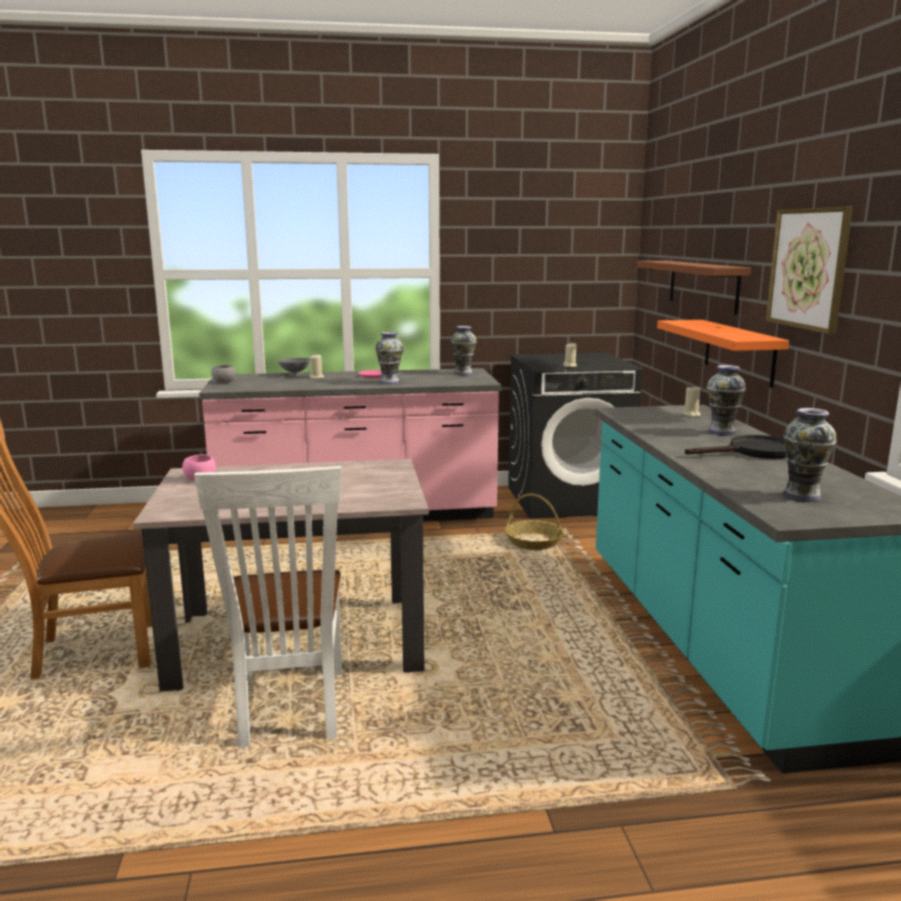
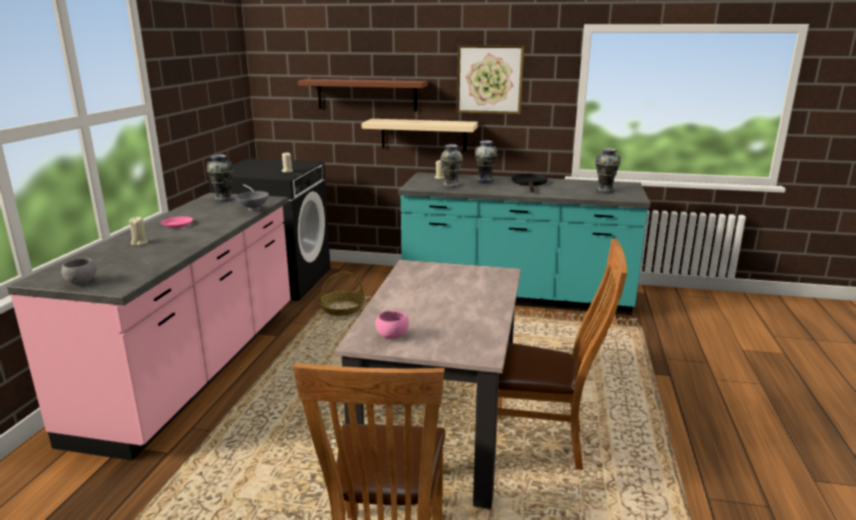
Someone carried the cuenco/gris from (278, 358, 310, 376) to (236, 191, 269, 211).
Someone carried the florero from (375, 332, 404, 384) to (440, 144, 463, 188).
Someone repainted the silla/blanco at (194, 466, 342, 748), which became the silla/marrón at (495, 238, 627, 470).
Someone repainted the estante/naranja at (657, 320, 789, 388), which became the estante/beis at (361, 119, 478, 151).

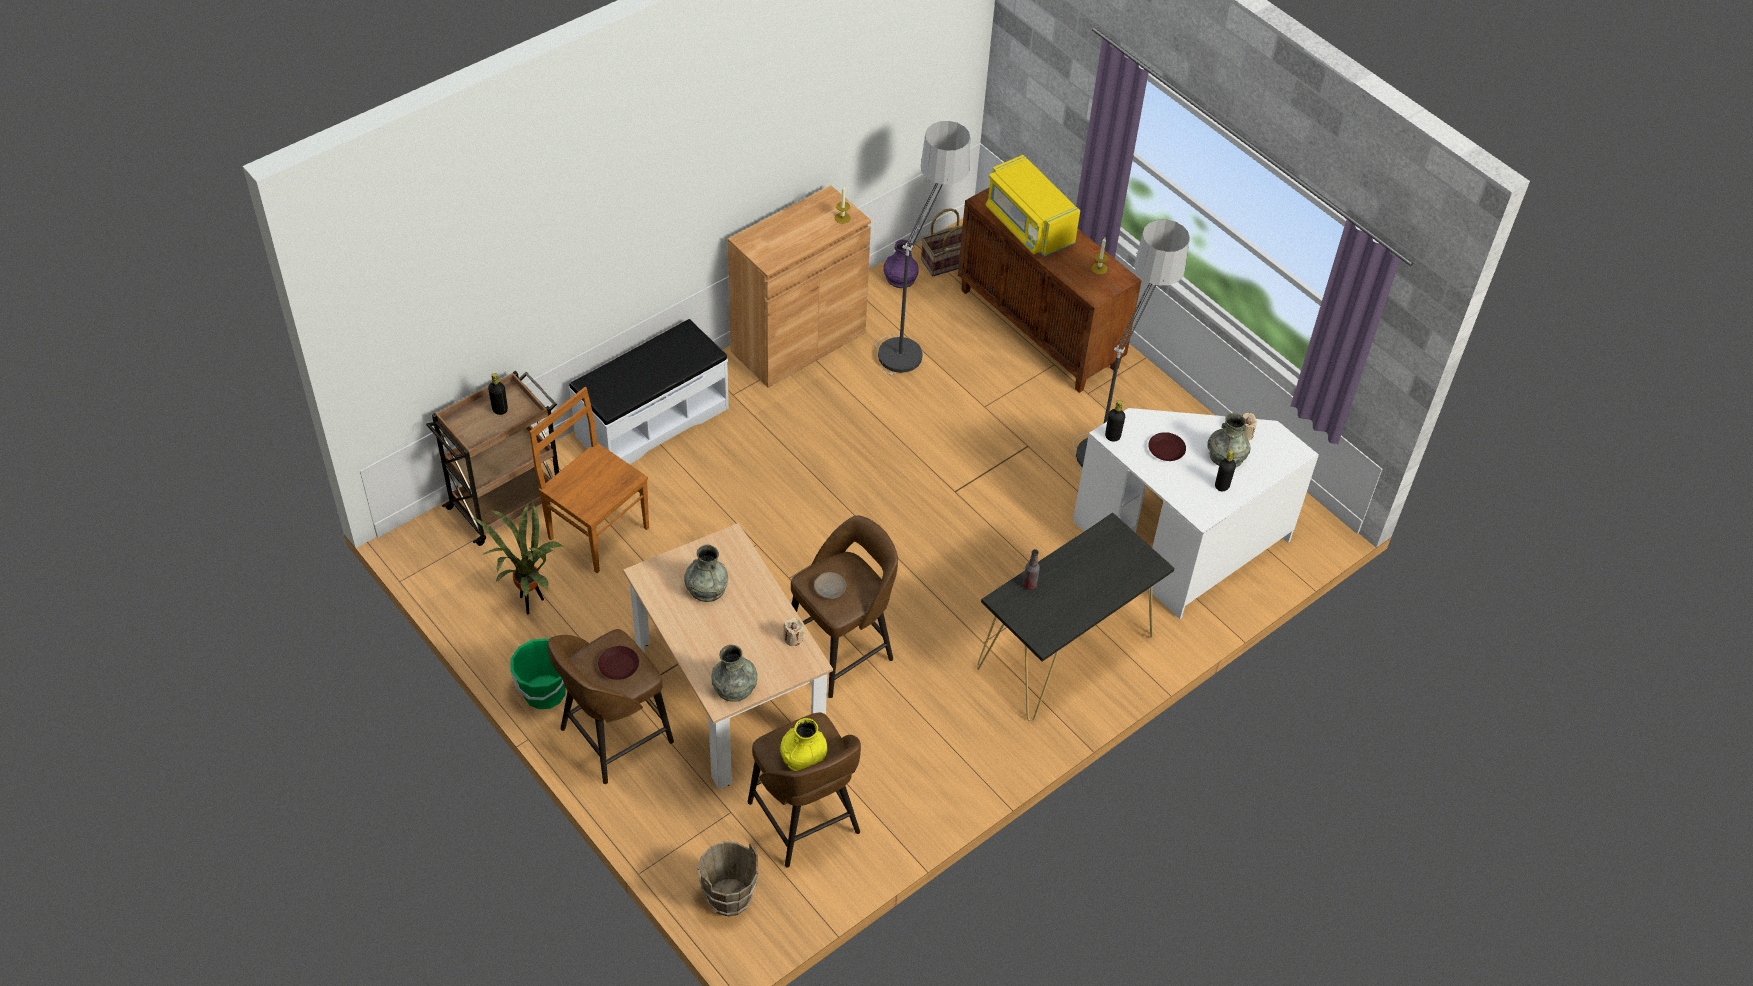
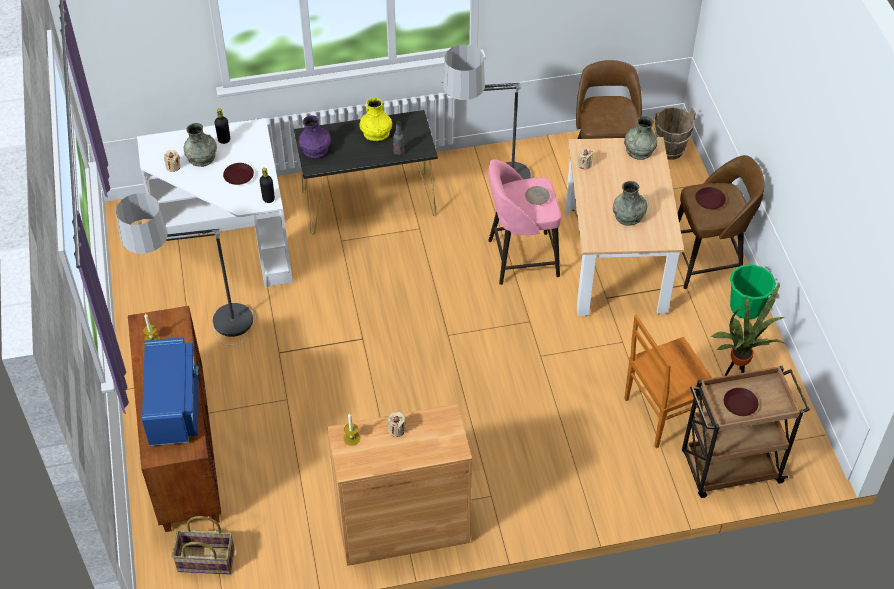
Someone took away the banco/blanco at (569, 319, 729, 464).
Someone put down the vela/beis at (388, 412, 406, 437).
Someone carried the florero/amarillo from (780, 718, 828, 771) to (359, 98, 392, 141).
Someone carried the lámpara de pie from (876, 121, 970, 376) to (442, 45, 532, 179).
Someone carried the florero/morado from (883, 239, 918, 288) to (299, 115, 331, 159).
Someone swapped the botella/negro at (488, 373, 508, 415) for the plato/marrón at (724, 388, 758, 416).
Someone repainted the taburete/marrón at (791, 515, 898, 698), which became the taburete/rosa at (488, 159, 561, 285).
Someone repainted the microondas/amarillo at (986, 155, 1080, 257), which became the microondas/azul at (142, 337, 199, 446).
Someone rotated the silla/marrón at (529, 387, 649, 573) by 90 degrees clockwise.

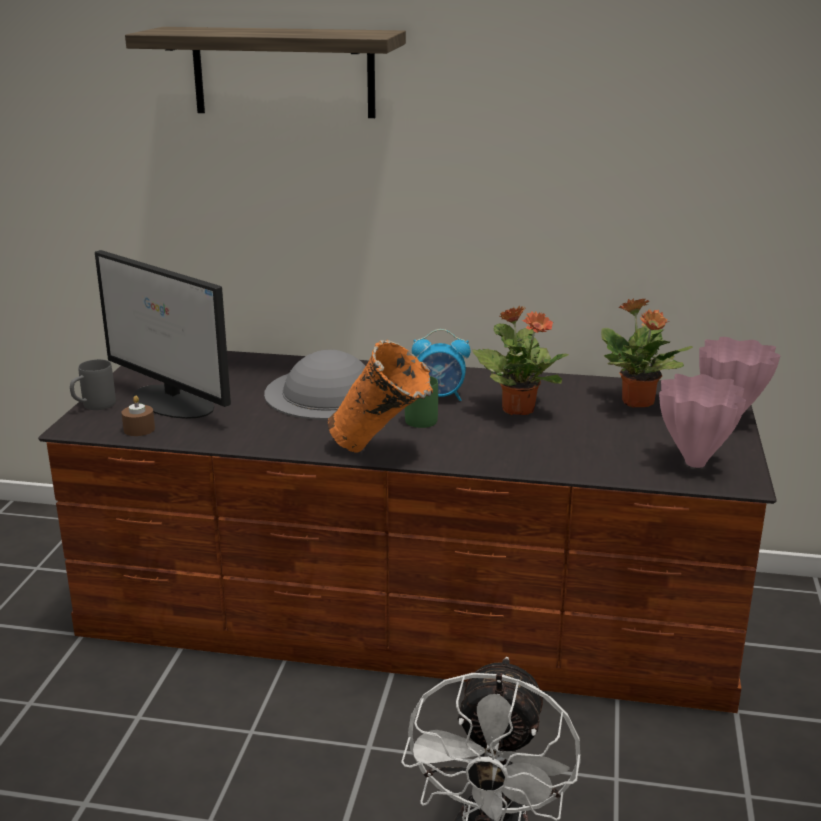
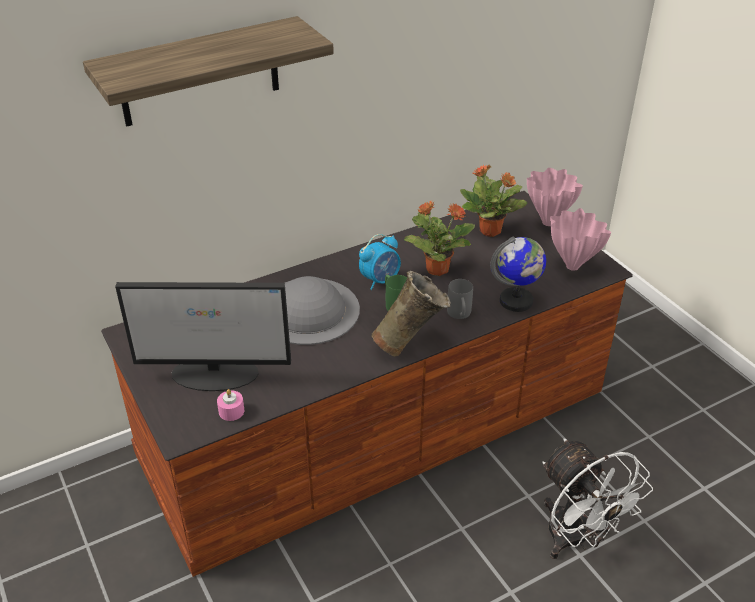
Someone put down the globo terráqueo at (490, 236, 546, 312).
Someone carried the taza grande/gris from (70, 359, 116, 410) to (447, 279, 473, 319).
Someone repainted the vela/marrón at (121, 396, 155, 436), which became the vela/rosa at (217, 389, 244, 421).
Someone repainted the florero/naranja at (328, 340, 433, 453), which became the florero/beis at (371, 271, 451, 357).

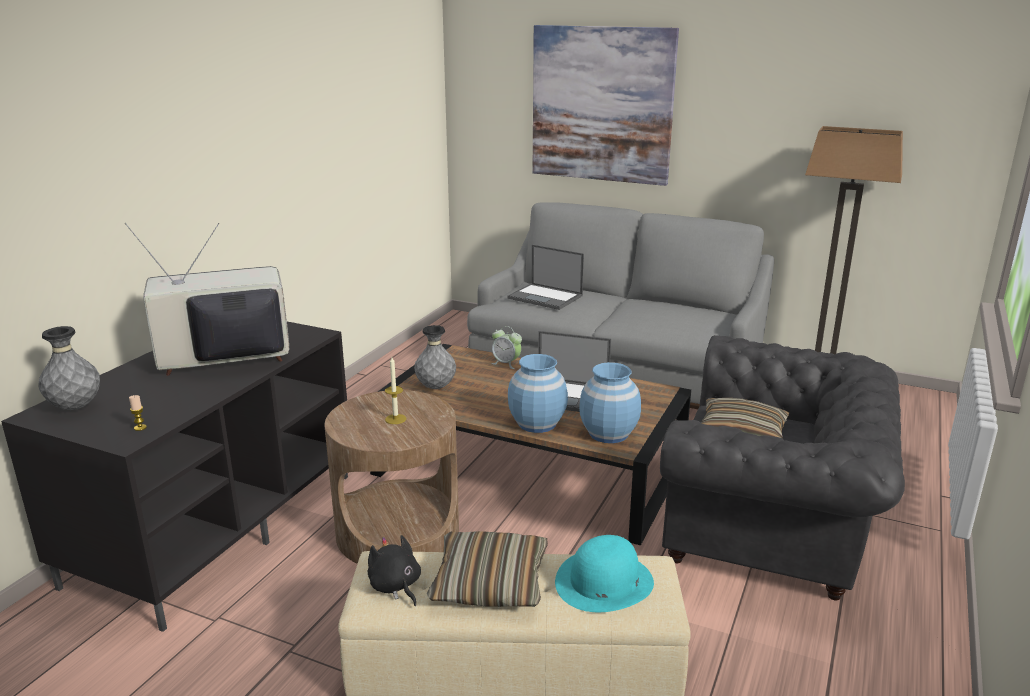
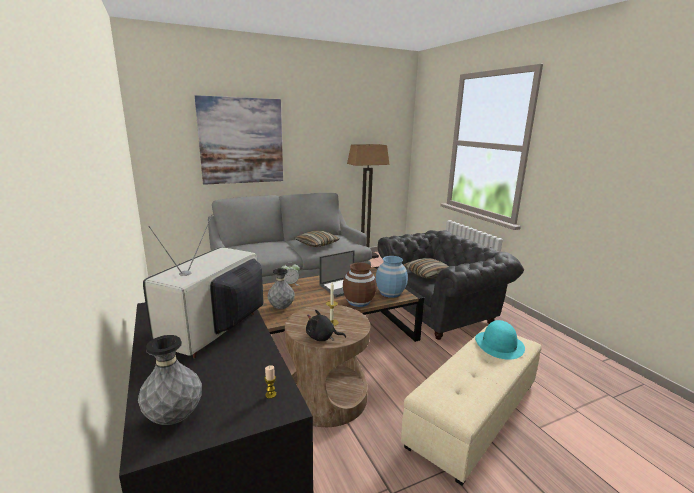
Someone took away the portátil at (508, 244, 584, 310).
Someone carried the peluche/negro from (368, 535, 421, 606) to (306, 310, 346, 341).
Someone carried the cojín from (427, 531, 548, 607) to (294, 231, 340, 247).
Someone repainted the florero/azul at (508, 354, 568, 433), which became the florero/marrón at (343, 263, 377, 307).

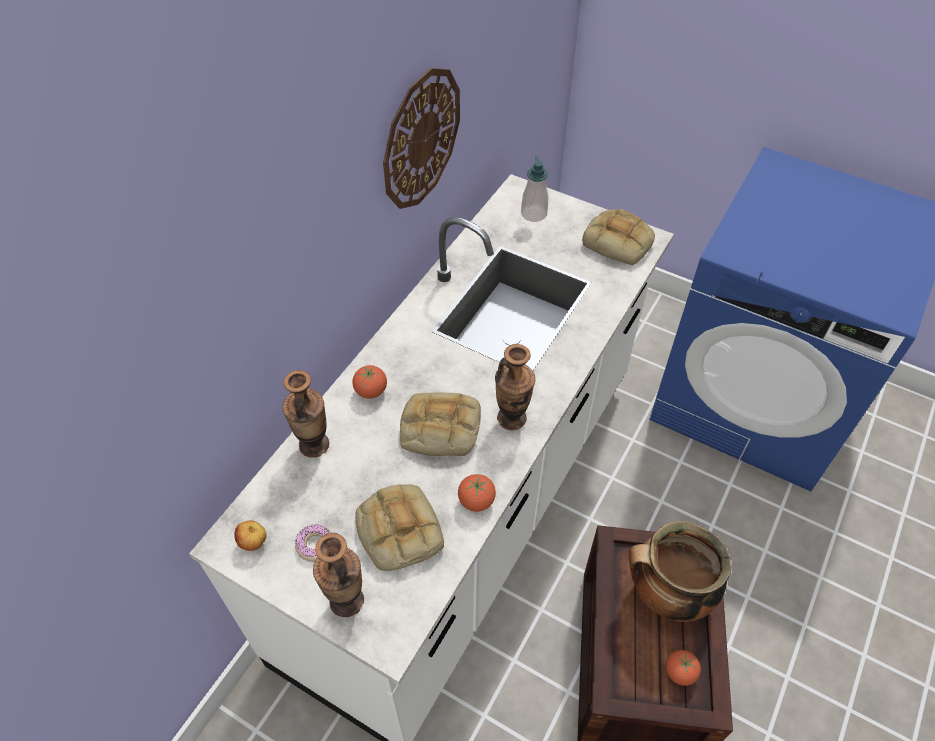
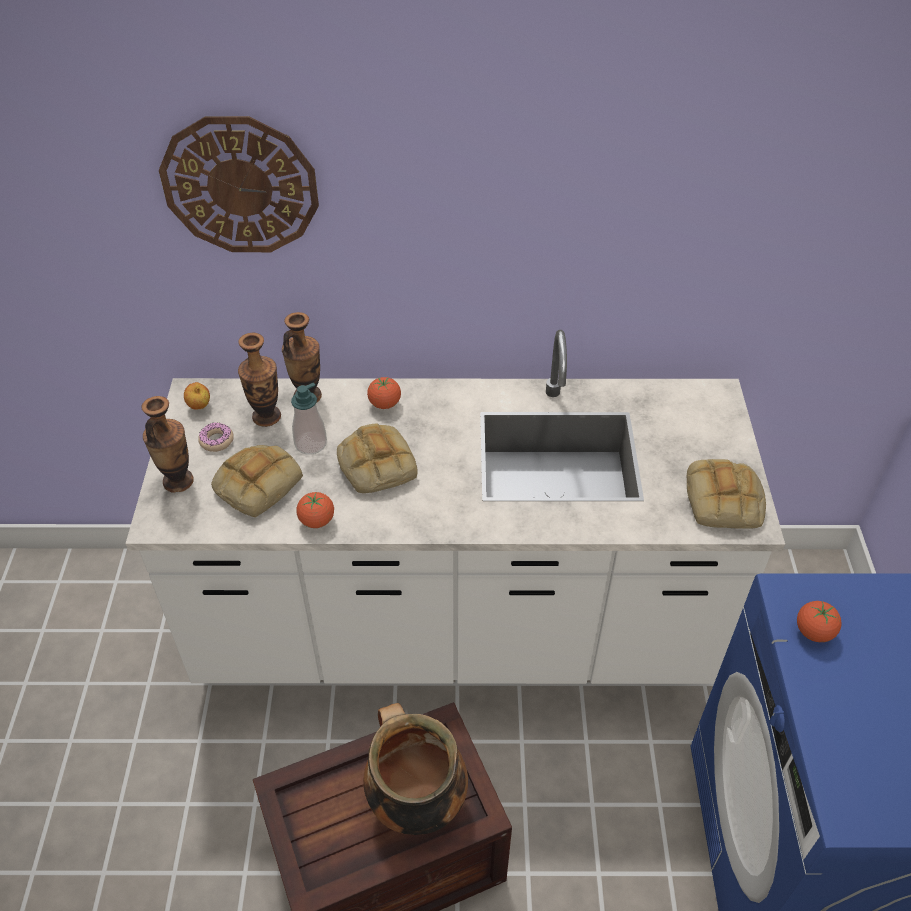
Someone carried the reloj de pared from (383, 68, 460, 209) to (159, 116, 319, 252).
Someone carried the florero from (495, 344, 535, 430) to (238, 333, 281, 427).
Someone carried the dispensador de jabón from (521, 156, 548, 222) to (291, 383, 327, 454).
Someone carried the tomate from (666, 650, 701, 686) to (797, 601, 842, 642).

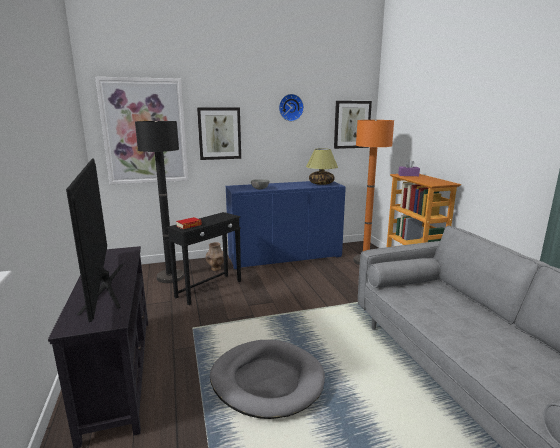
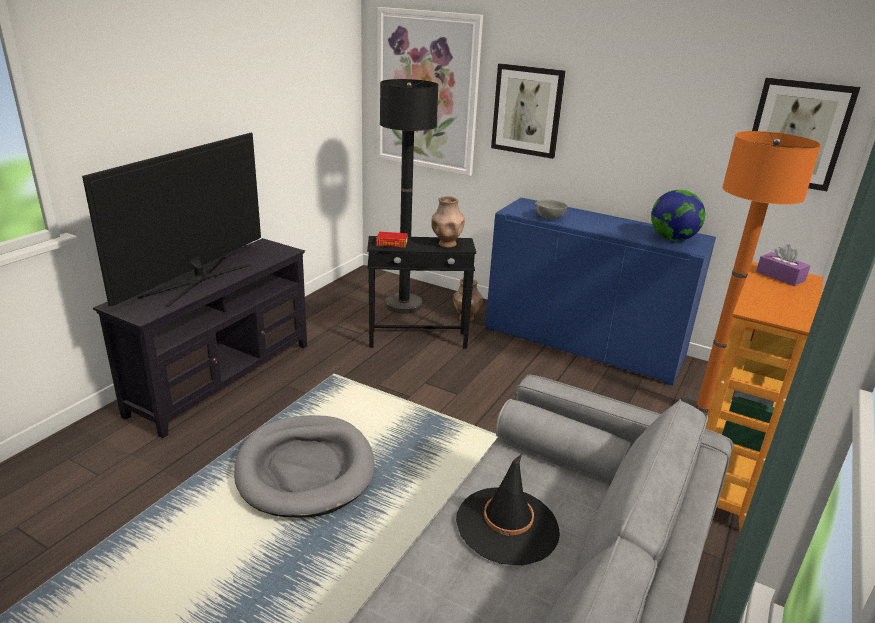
Someone took away the reloj de pared at (279, 94, 304, 121).
Someone put down the florero/marrón at (431, 196, 465, 248).
Someone put down the sombrero/negro at (456, 454, 560, 565).
Someone swapped the lámpara de mesa at (306, 148, 338, 185) for the globo terráqueo at (651, 190, 705, 241).

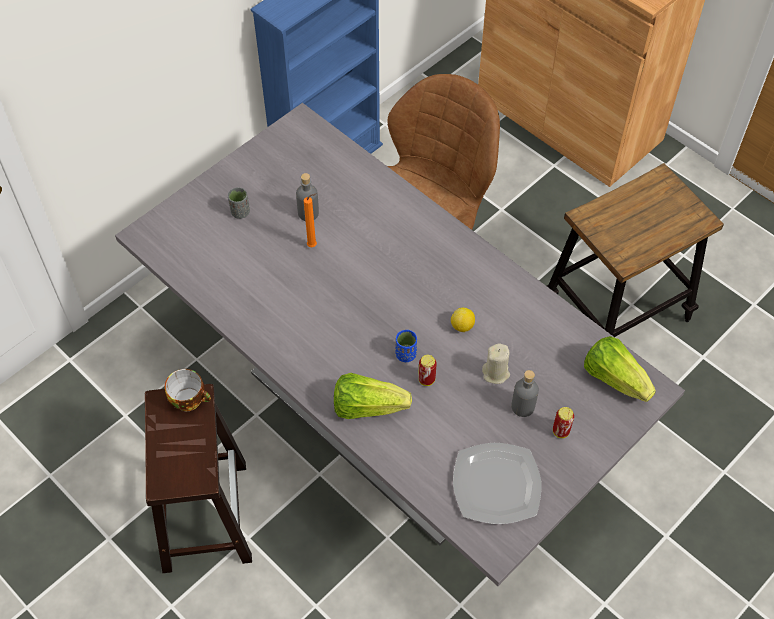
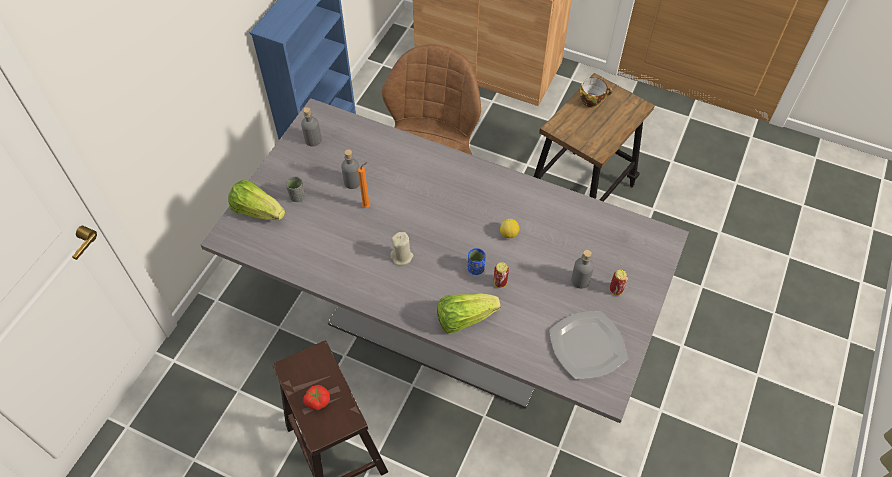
Someone put down the botella/gris at (301, 107, 322, 147).
Someone put down the tomate at (303, 385, 330, 410).
Someone carried the taza from (165, 369, 211, 411) to (580, 77, 612, 108).
Someone carried the vela/beis from (482, 343, 510, 384) to (390, 232, 413, 265).
Someone carried the lechuga from (584, 336, 656, 402) to (228, 180, 285, 220).

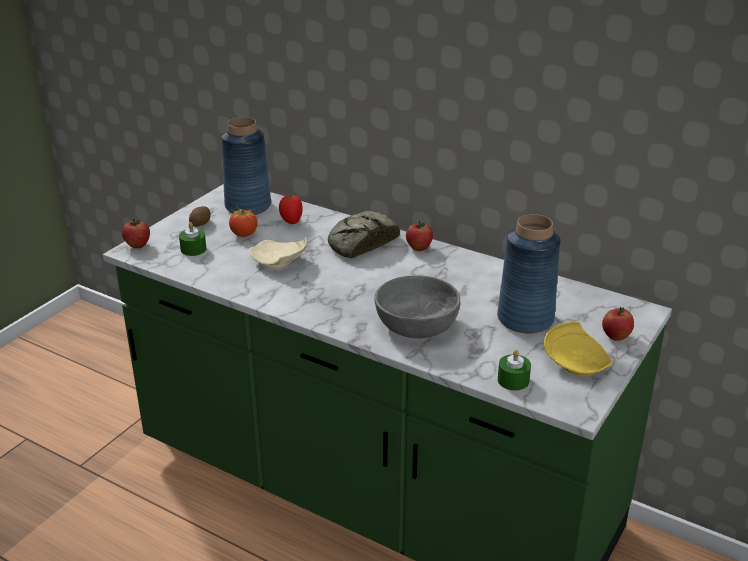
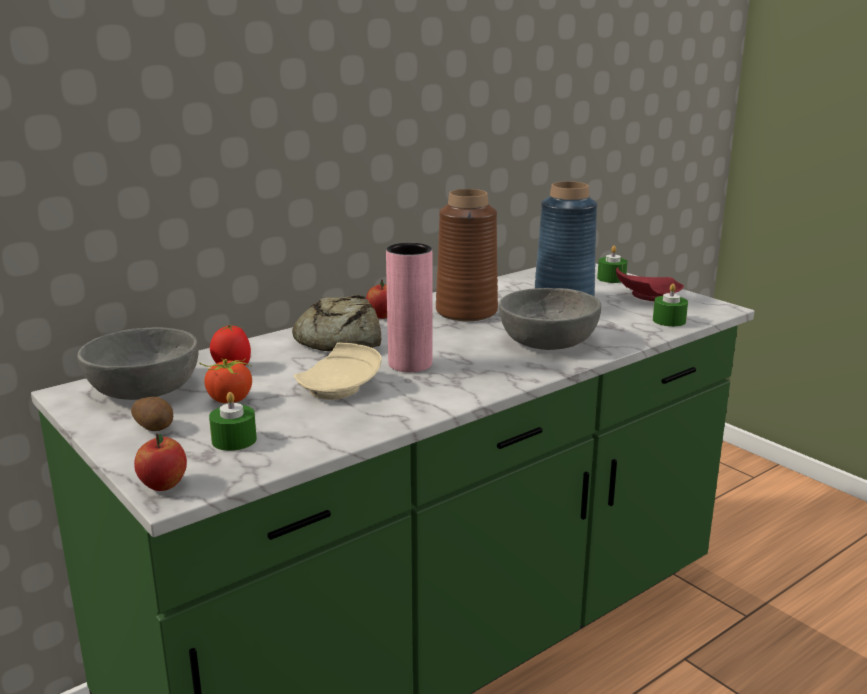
Someone put down the florero/rosa at (386, 243, 432, 372).
Someone put down the florero/marrón at (436, 189, 498, 321).
Someone swapped the florero/azul at (221, 117, 271, 215) for the cuenco/gris at (77, 327, 199, 400).
Someone swapped the manzana at (602, 307, 634, 341) for the vela/verde at (597, 246, 627, 283).
Someone repainted the plato/amarillo at (544, 322, 612, 376), which became the plato/rojo at (616, 267, 684, 301).

